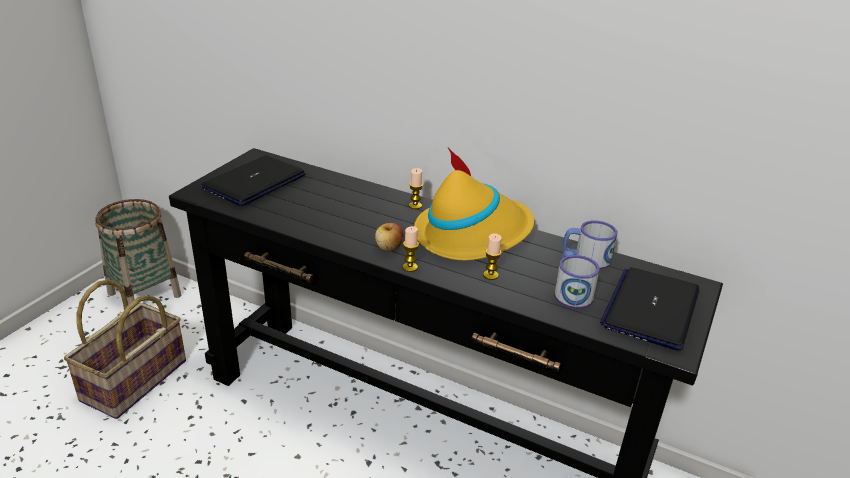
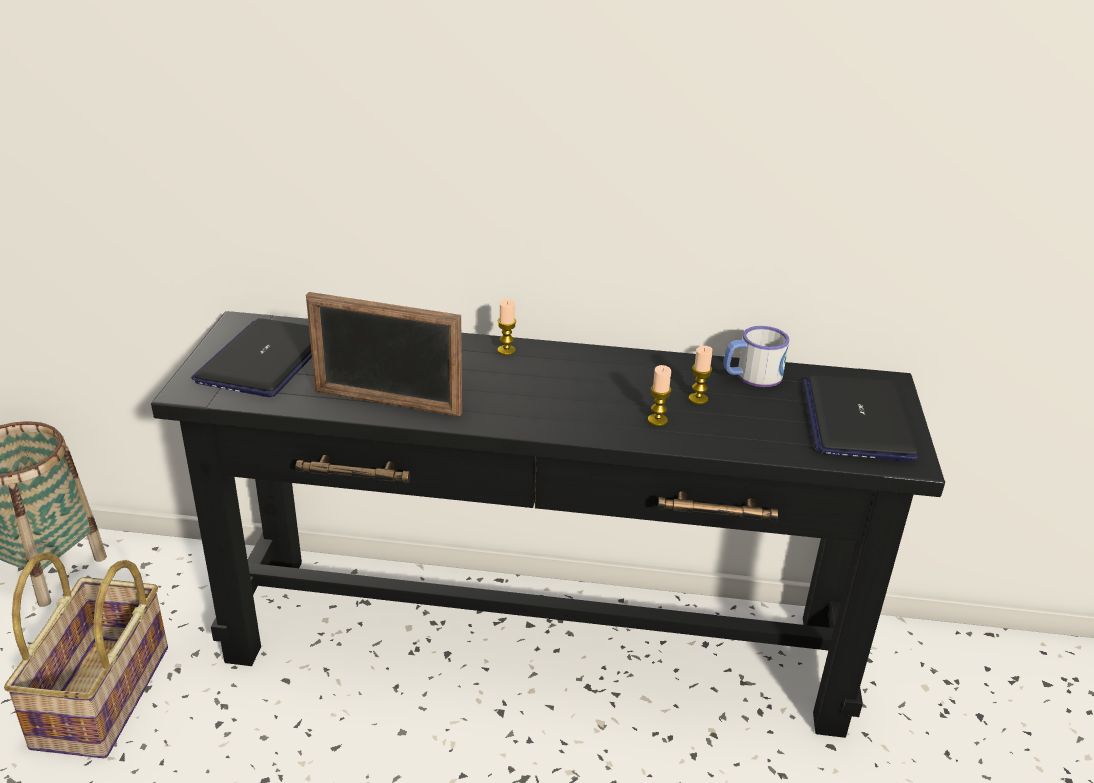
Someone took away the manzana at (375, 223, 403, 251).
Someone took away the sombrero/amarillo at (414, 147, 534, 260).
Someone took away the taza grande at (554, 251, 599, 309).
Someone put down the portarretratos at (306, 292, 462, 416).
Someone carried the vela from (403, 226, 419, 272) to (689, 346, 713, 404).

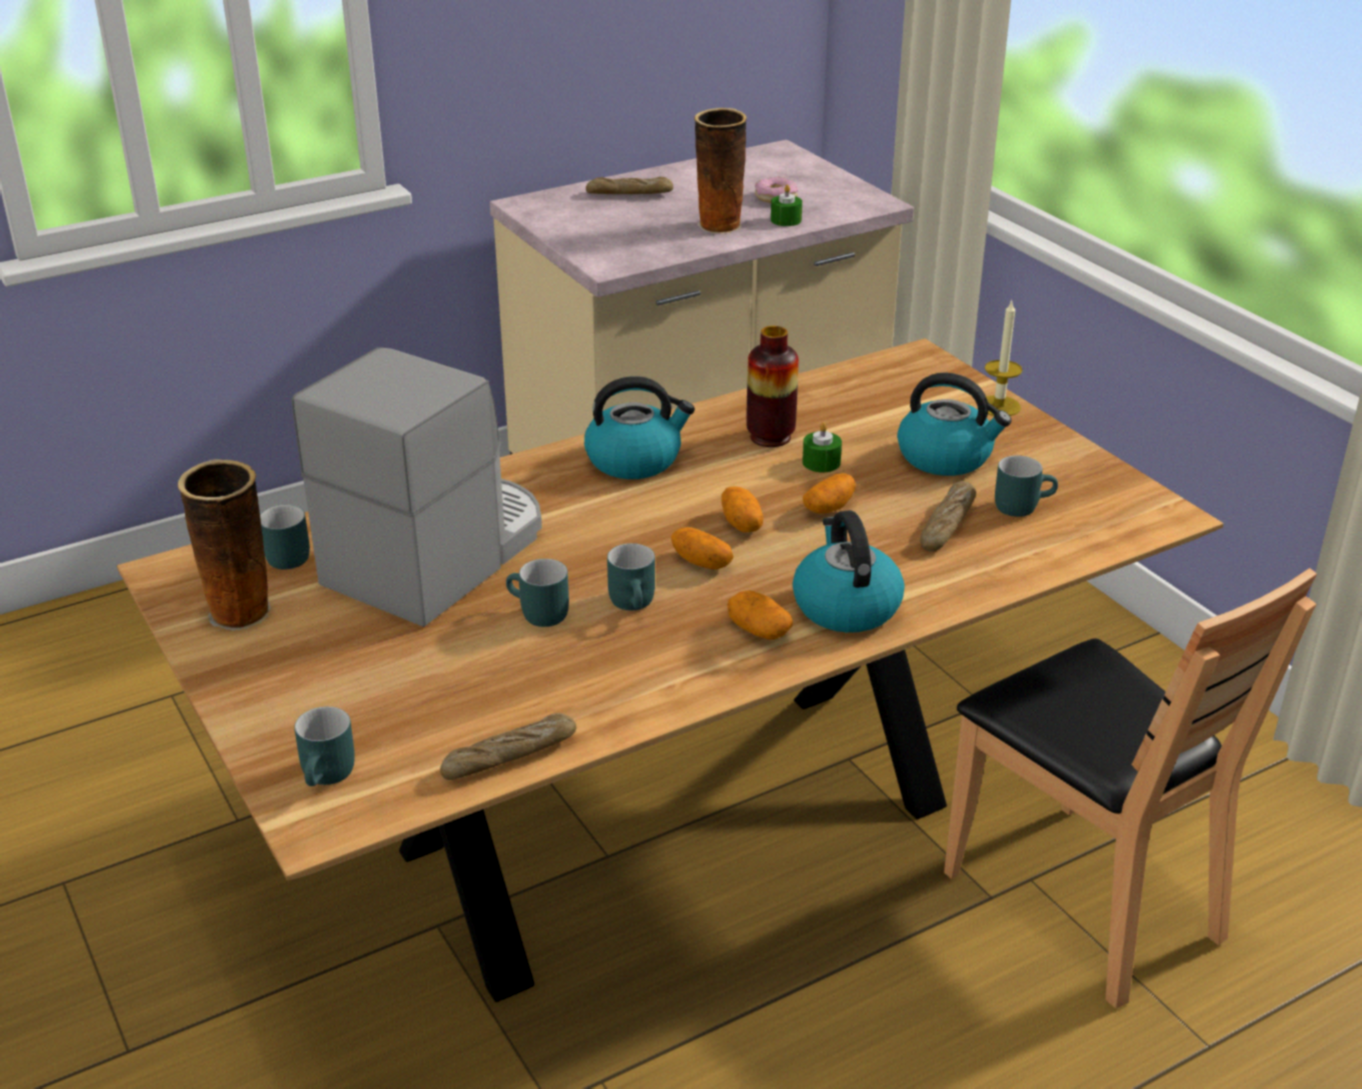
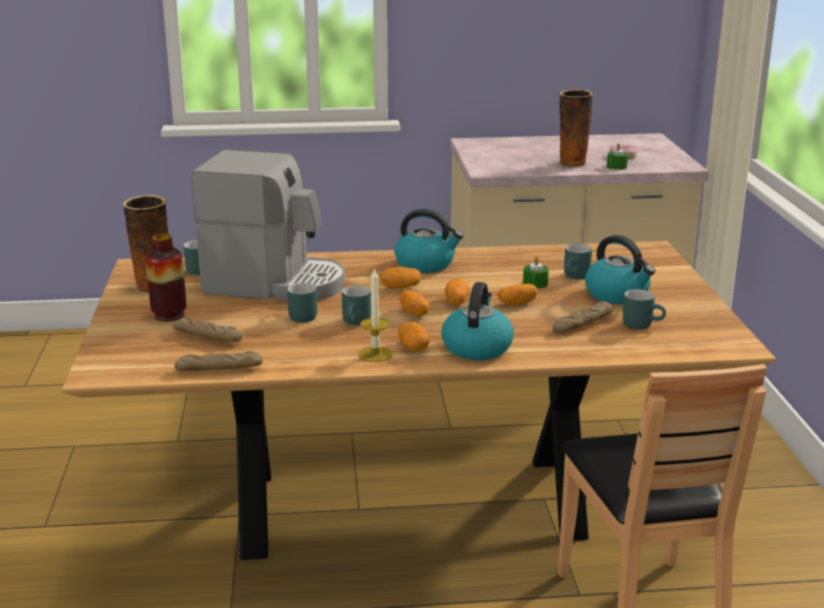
Someone put down the patata at (380, 267, 421, 289).
Someone carried the taza grande/turquesa from (294, 707, 355, 786) to (564, 244, 592, 280).
Someone carried the pan from (586, 177, 673, 194) to (173, 317, 242, 342).
Someone carried the florero from (746, 326, 799, 447) to (146, 234, 187, 321).
Someone carried the vela from (985, 299, 1023, 416) to (358, 268, 393, 362).
Someone rotated the cafetera at (292, 347, 542, 627) by 45 degrees clockwise.

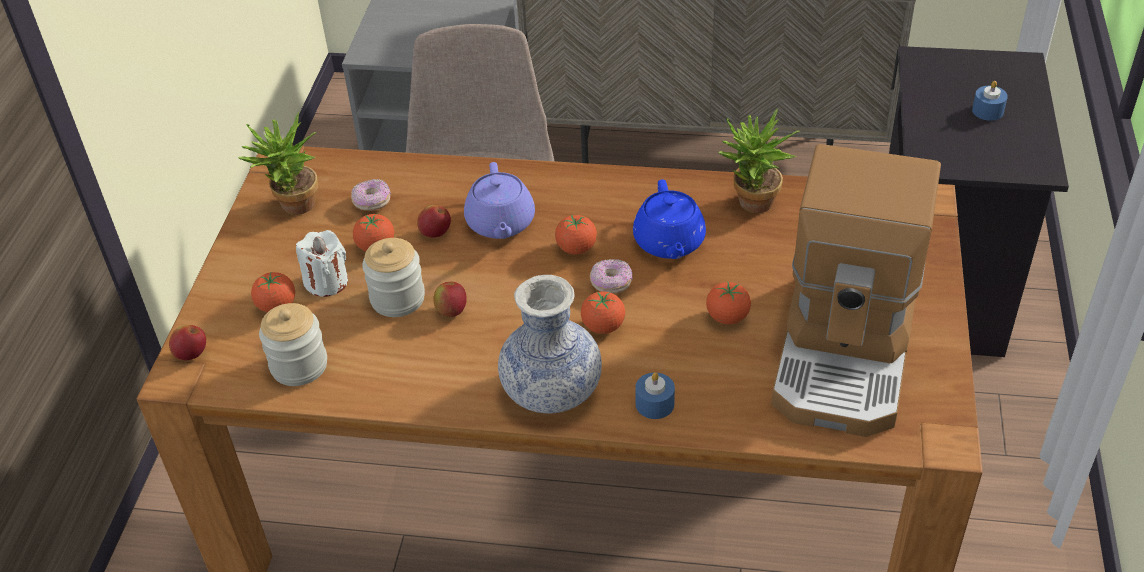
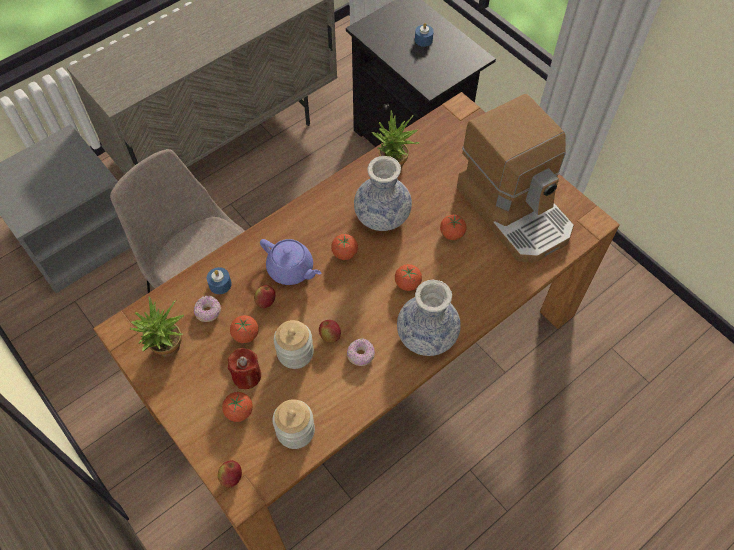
Someone carried the rosquilla from (590, 259, 633, 294) to (347, 338, 375, 366).
Someone carried the vela/azul from (635, 372, 675, 419) to (207, 267, 232, 294).
Someone swapped the tetera/azul at (633, 179, 706, 259) for the florero at (354, 156, 412, 231).
Someone repainted the vela/blanco at (296, 230, 348, 297), which became the vela/rojo at (228, 348, 261, 389).

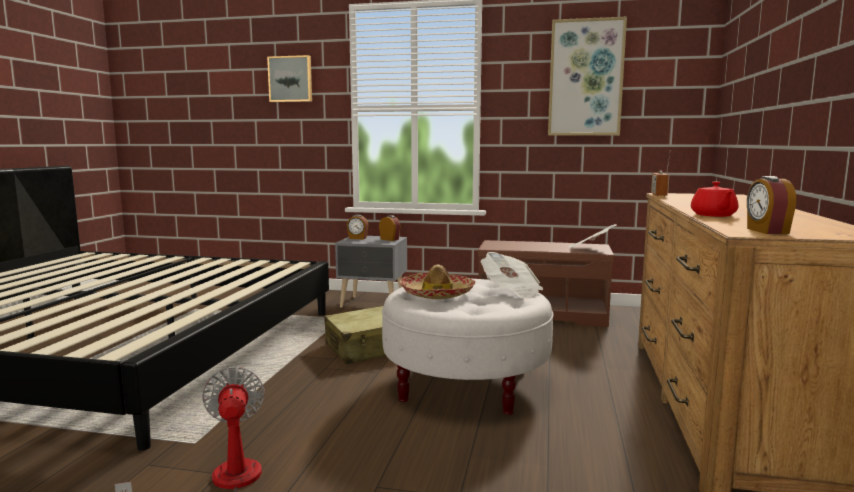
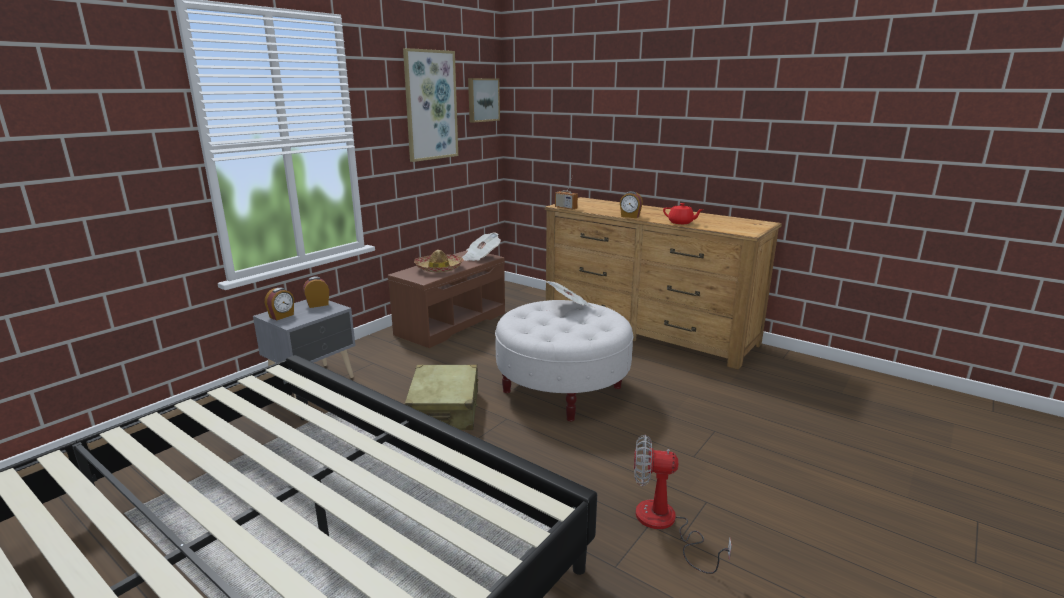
Someone carried the cuadro from (267, 55, 312, 102) to (468, 78, 500, 123).
Someone carried the sombrero from (399, 265, 475, 299) to (414, 250, 464, 272).
Someone carried the despertador from (747, 176, 796, 234) to (620, 191, 643, 218).

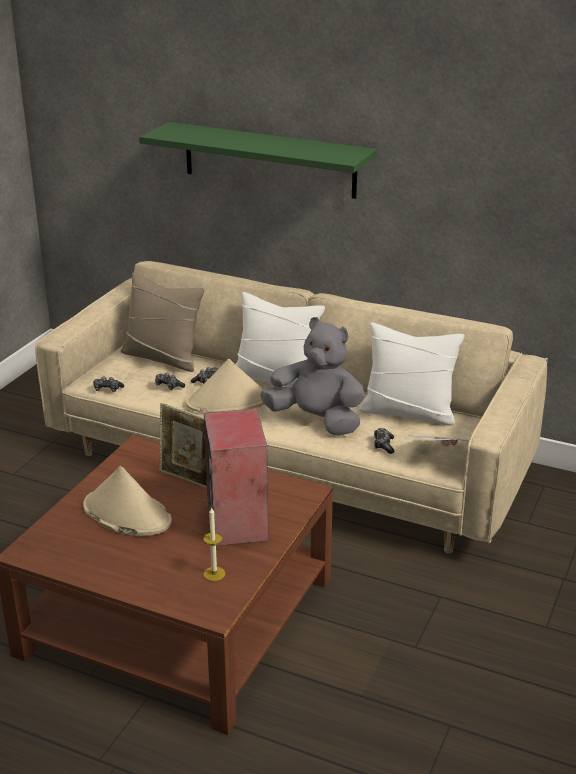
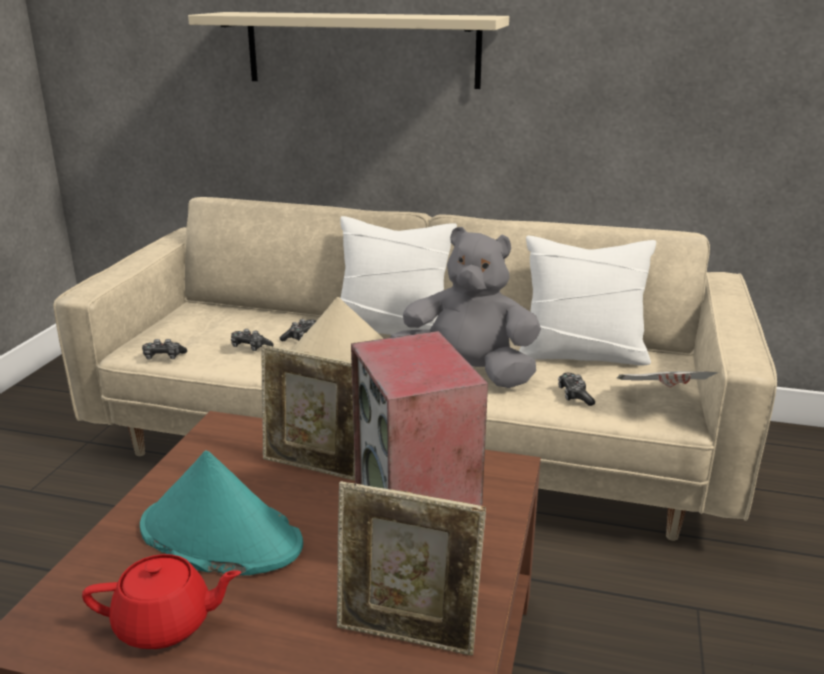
Someone took away the cojín/beis at (121, 272, 205, 372).
Someone put down the tetera/rojo at (82, 554, 241, 649).
Someone swapped the vela at (203, 507, 225, 581) for the portarretratos at (337, 481, 486, 656).
Someone repainted the sombrero/beis at (83, 466, 172, 536), which became the sombrero/turquesa at (140, 450, 303, 575).
Someone repainted the estante/verde at (139, 122, 377, 199), which became the estante/beis at (188, 12, 509, 89).

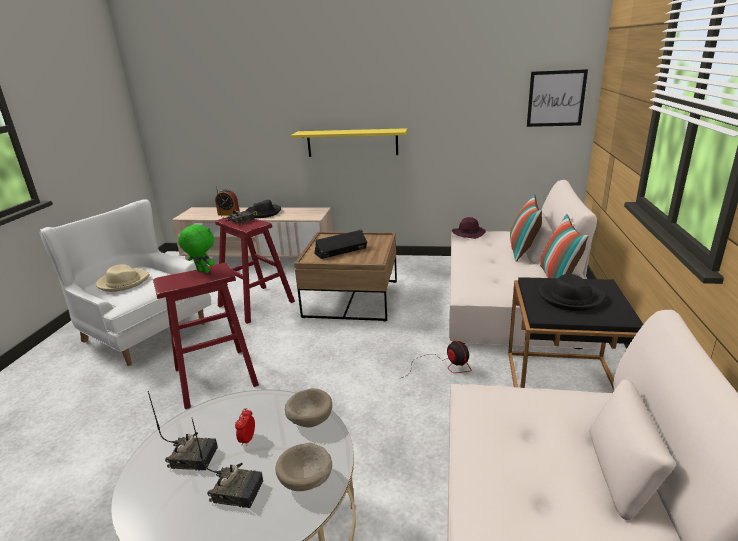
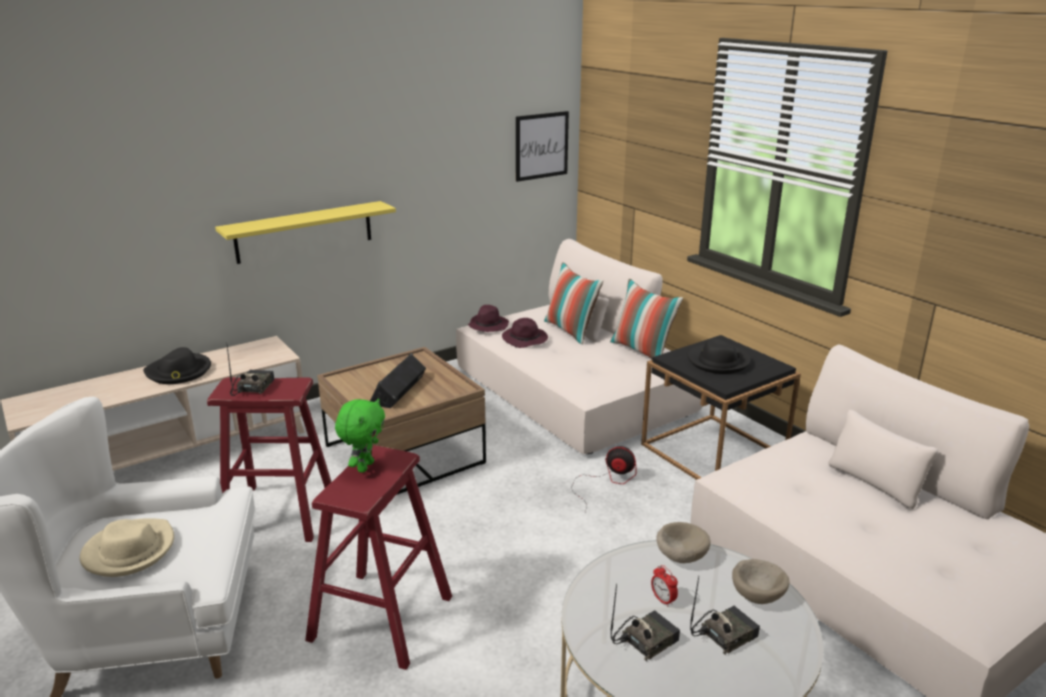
Someone took away the despertador at (215, 189, 240, 216).
Someone put down the sombrero/morado at (502, 318, 548, 348).
Someone rotated the peluche/verde at (178, 224, 214, 273) by 120 degrees clockwise.

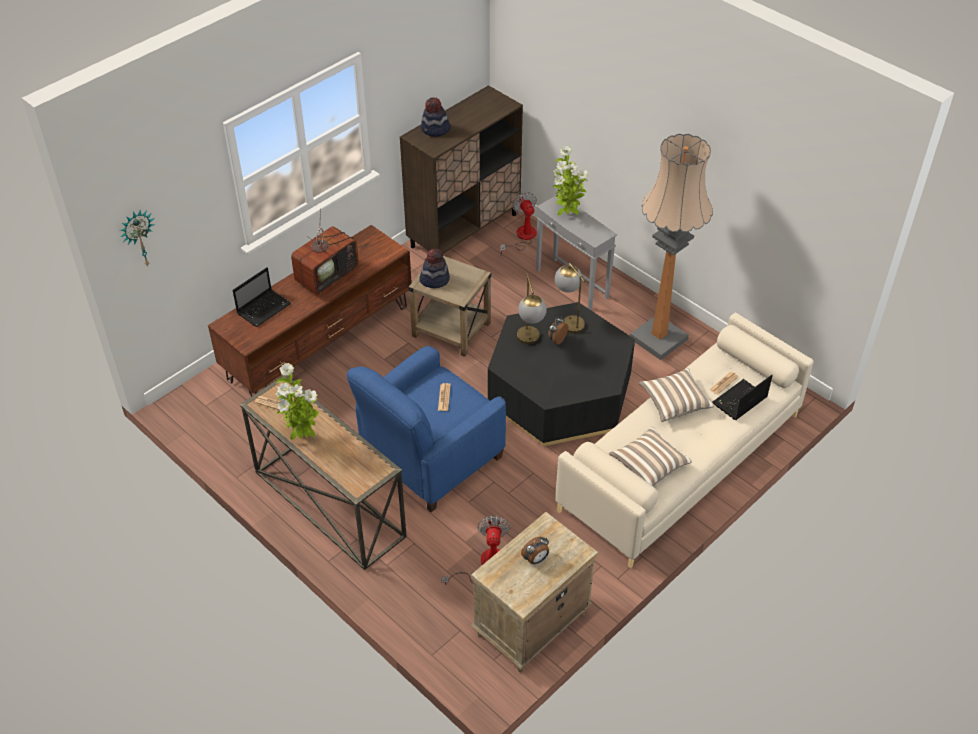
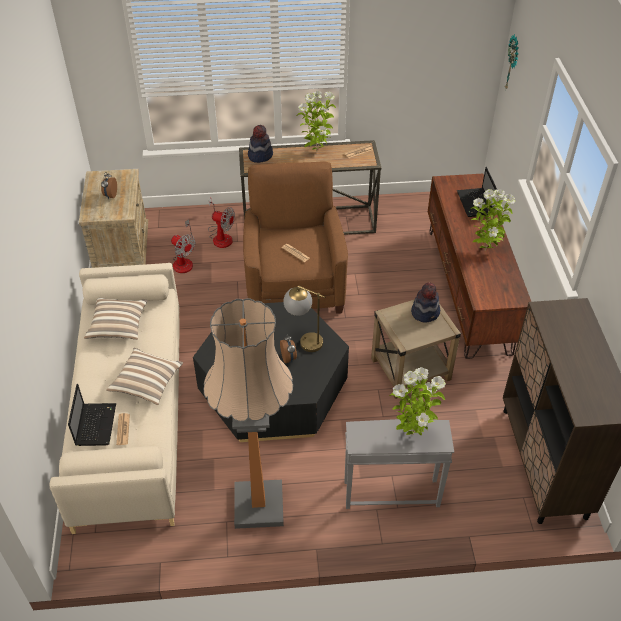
Someone took away the lámpara de mesa at (555, 263, 585, 334).
Someone carried the sombrero from (421, 98, 451, 137) to (248, 125, 273, 163).
Someone carried the ventilador from (500, 192, 537, 255) to (208, 198, 235, 248).
Someone swapped the televisor at (291, 209, 359, 295) for the planta en maceta at (471, 189, 515, 251).
Someone repainted the sillón/azul at (347, 346, 506, 512), which became the sillón/marrón at (243, 162, 348, 314).

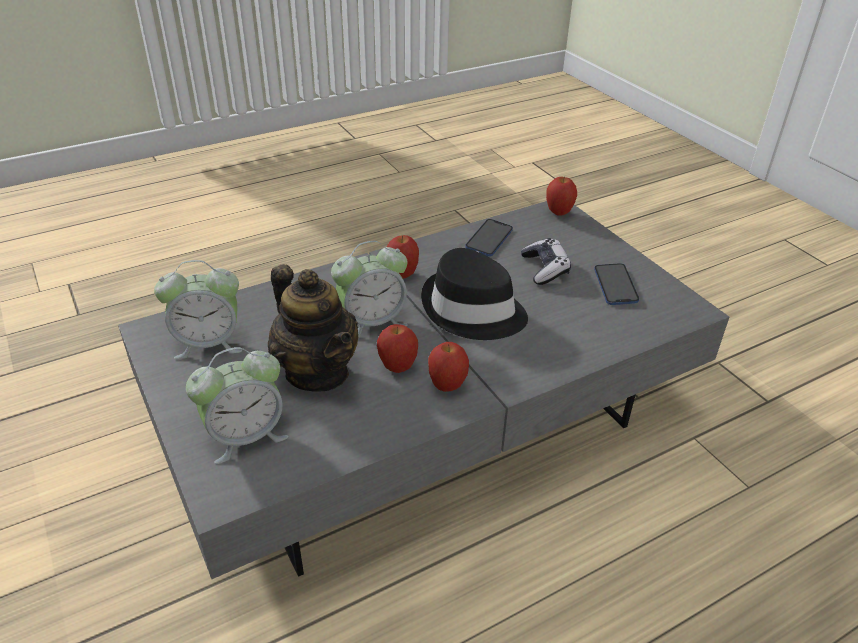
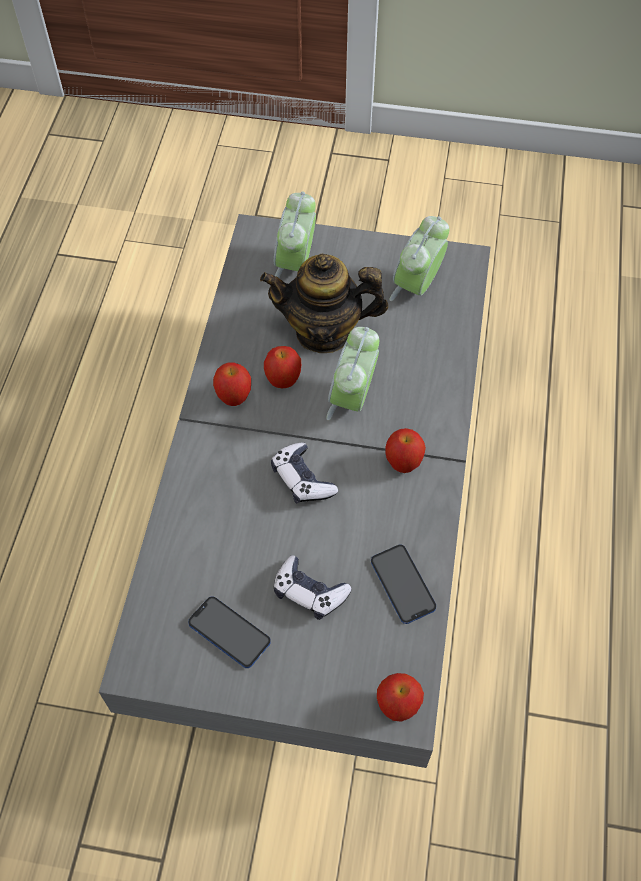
Someone swapped the sombrero/negro at (421, 248, 528, 340) for the mando de consola at (271, 443, 338, 503).

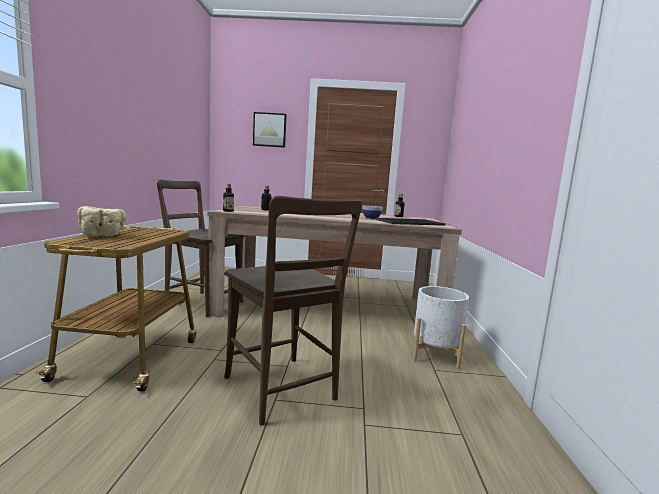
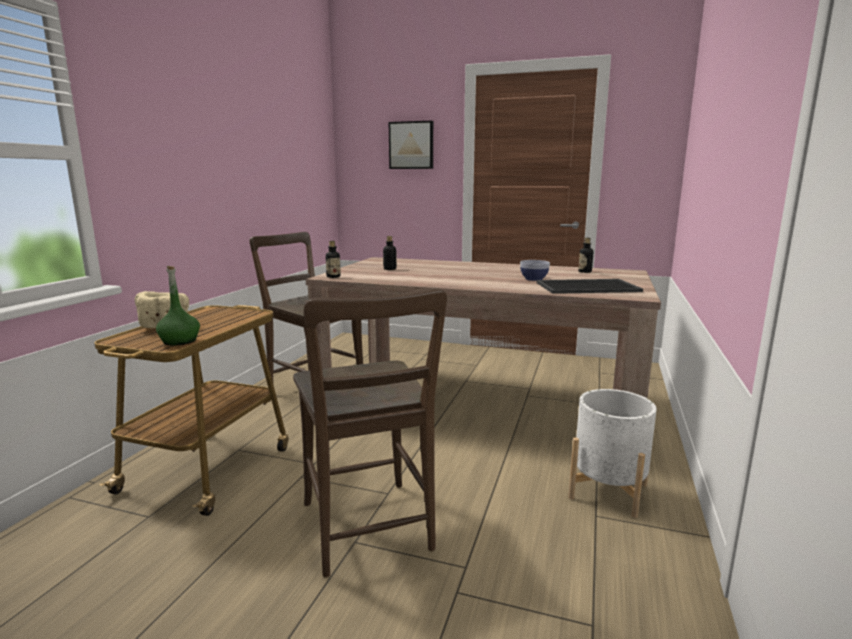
Someone put down the botella/verde at (156, 266, 200, 346).

